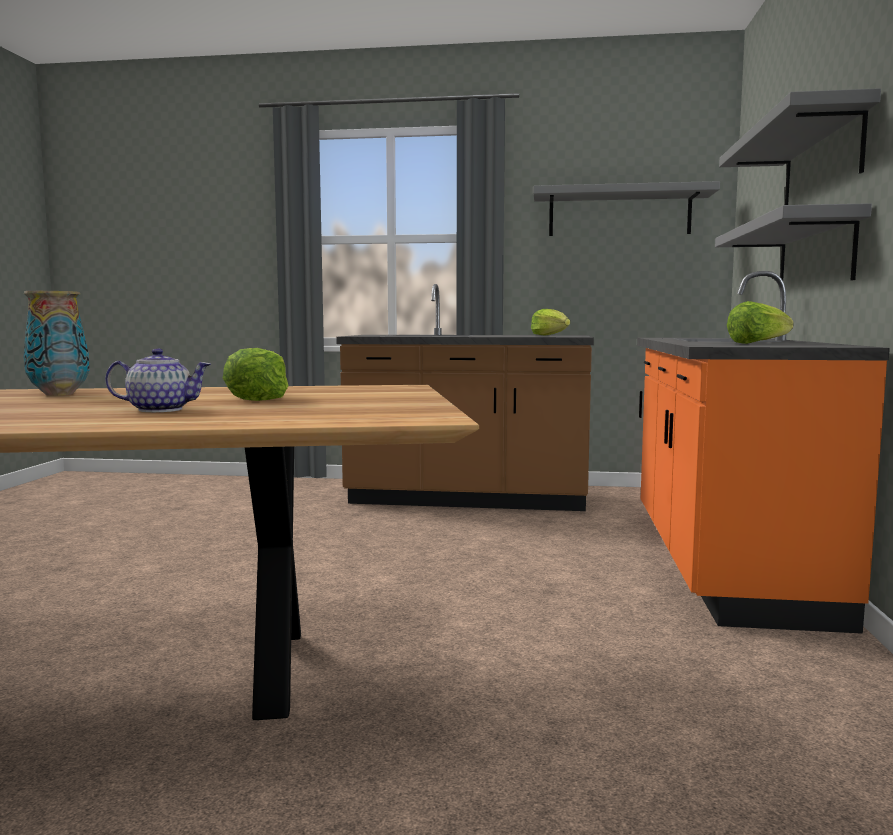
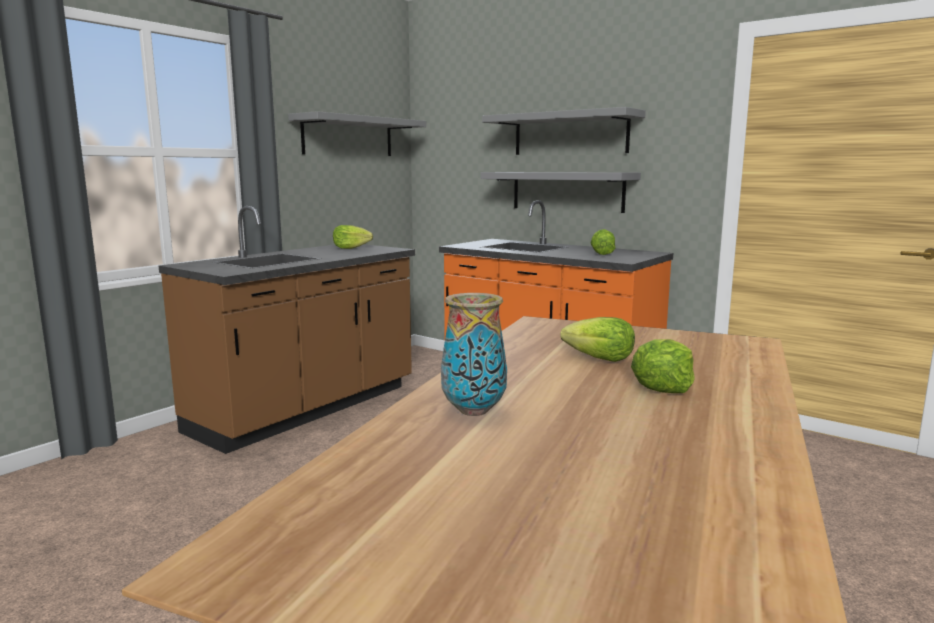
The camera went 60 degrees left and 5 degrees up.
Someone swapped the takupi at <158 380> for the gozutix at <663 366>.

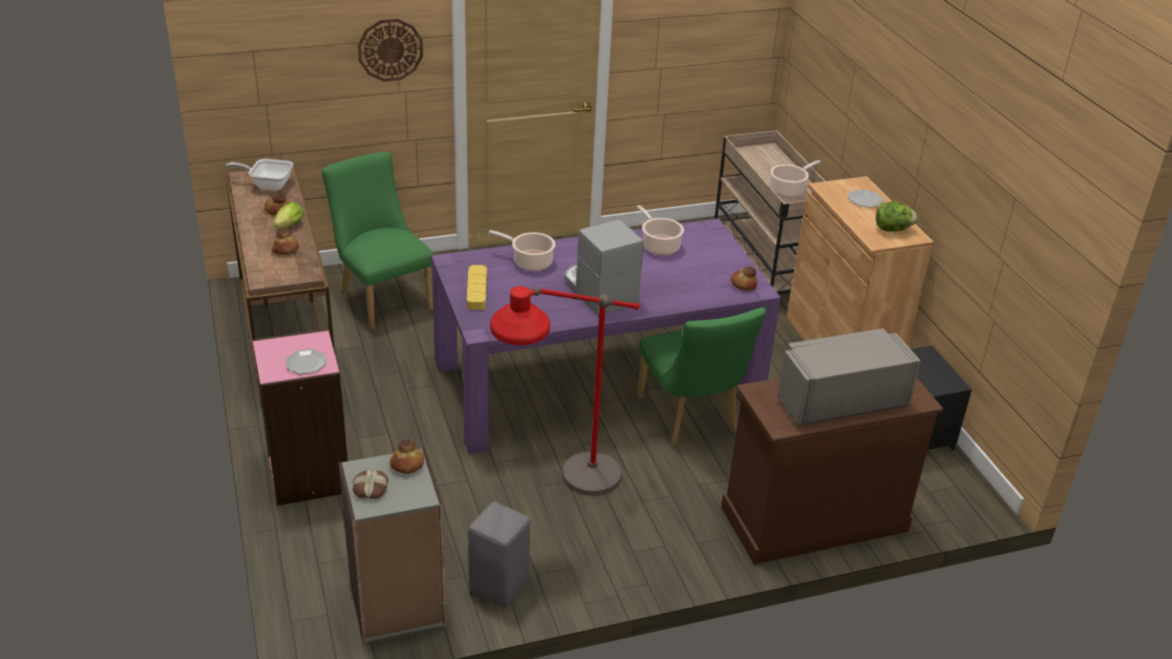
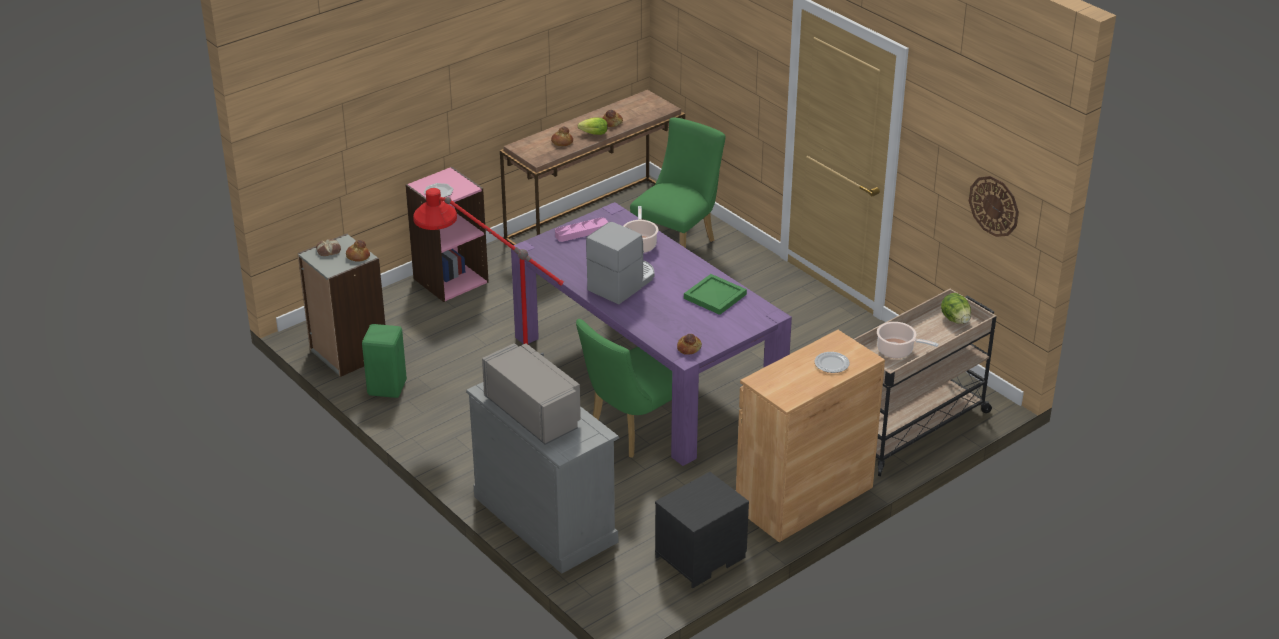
The camera went 70 degrees right and 0 degrees up.
Someone repainted the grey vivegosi at <499 555>, which became the green vivegosi at <384 361>.
Someone repainted the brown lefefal at <832 471>, which became the grey lefefal at <542 478>.
Someone repainted the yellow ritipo at <477 287>, which became the pink ritipo at <581 229>.
Someone swapped the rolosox at <660 230> for the green ritipo at <715 294>.
Someone carried the gozutix from <897 217> to <956 308>.
Someone carried the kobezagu from <390 50> to <994 206>.
Someone took away the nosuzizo at <259 174>.

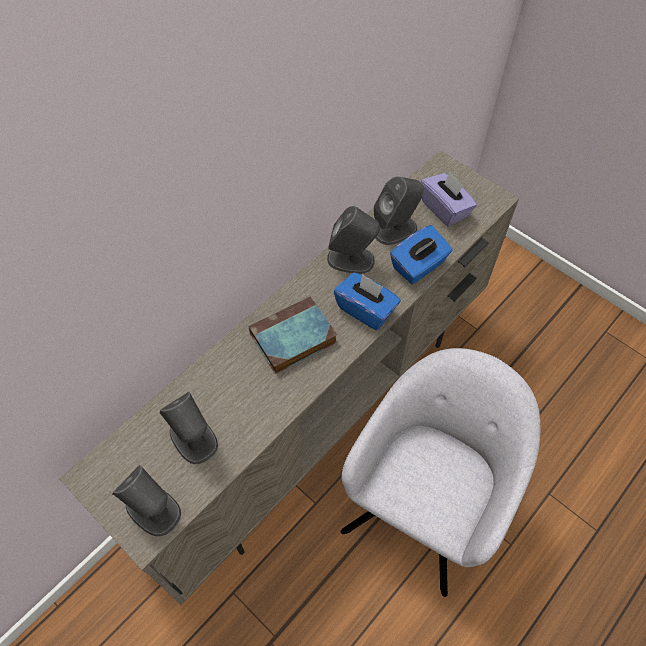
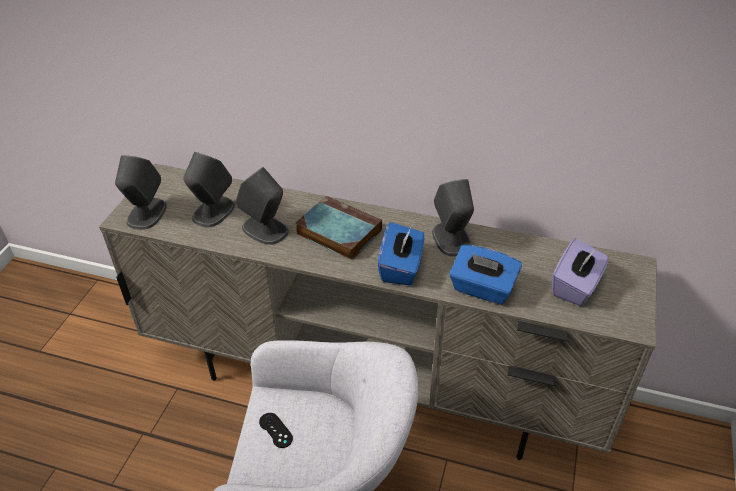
The camera went 65 degrees right and 15 degrees down.
Someone carried the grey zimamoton from <399 210> to <262 206>.
Someone put down the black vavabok at <276 430>.

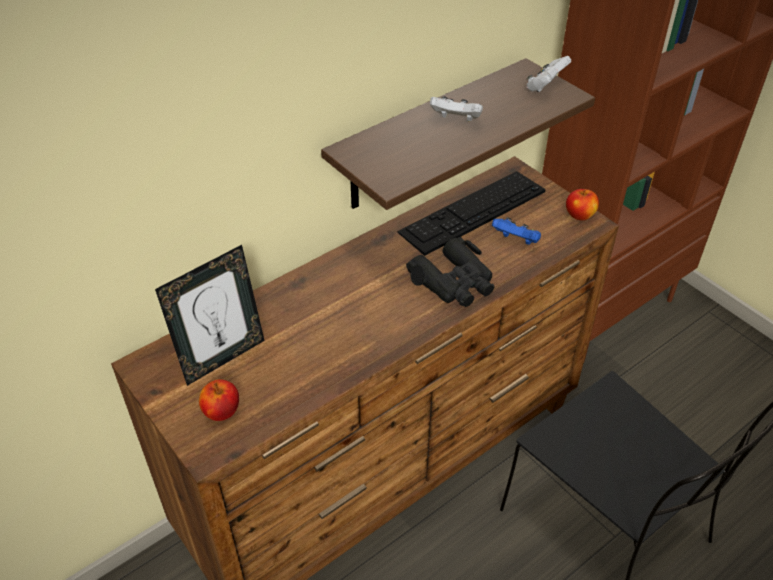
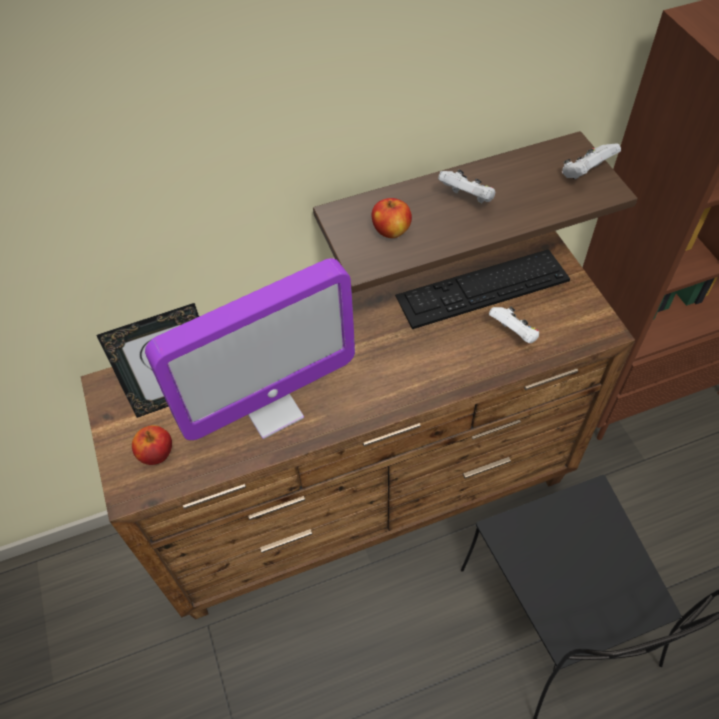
The camera went 20 degrees right and 10 degrees up.
Someone put down the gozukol at <250 349>.
Someone carried the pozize from <582 205> to <391 218>.
Someone repainted the blue vavabok at <516 231>, which became the white vavabok at <514 324>.
Someone took away the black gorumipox at <450 272>.

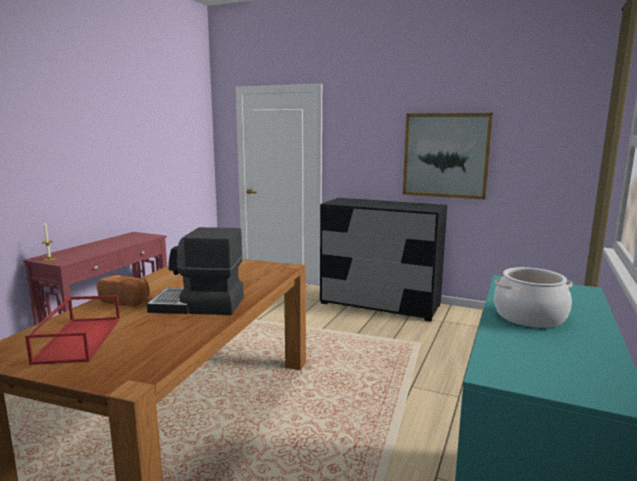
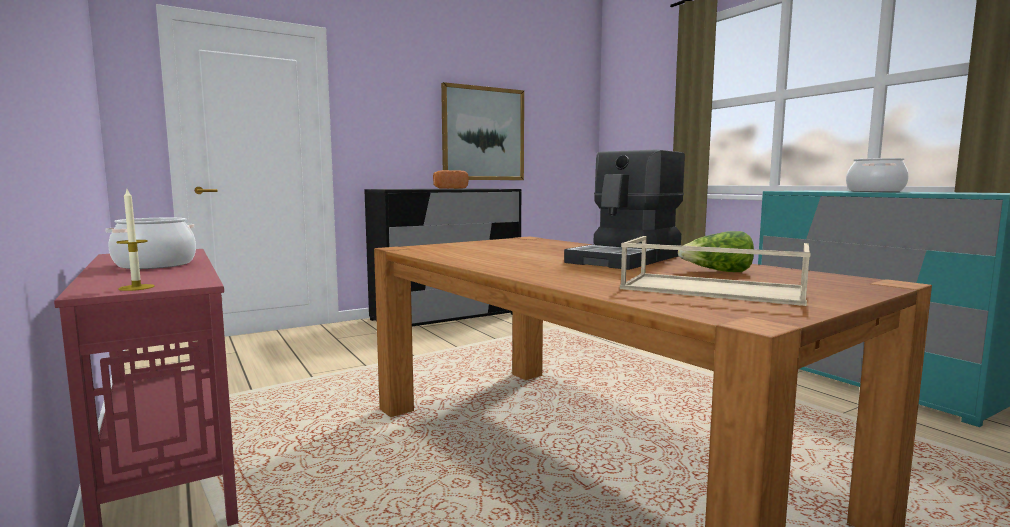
The camera went 55 degrees left and 5 degrees down.
Someone put down the rolosox at <150 243>.
Someone carried the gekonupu from <123 291> to <451 179>.
Someone repainted the red ritipo at <72 330>, which became the beige ritipo at <715 271>.
Someone put down the gozutix at <716 251>.

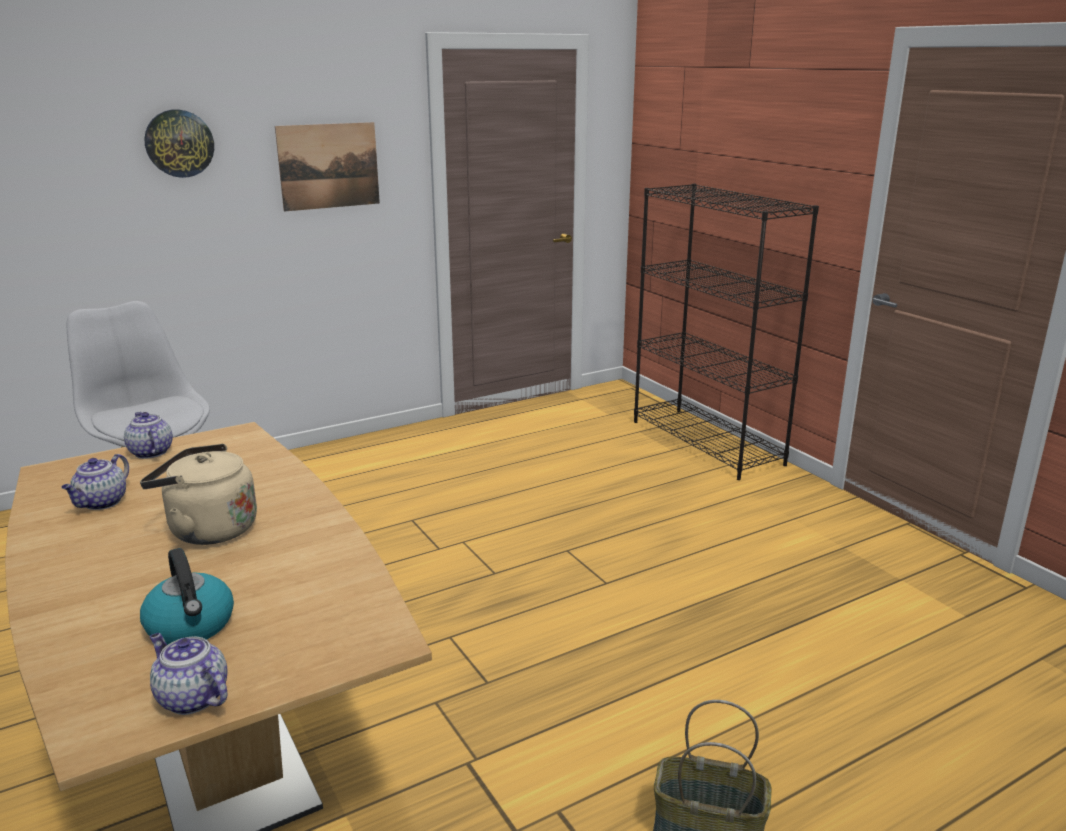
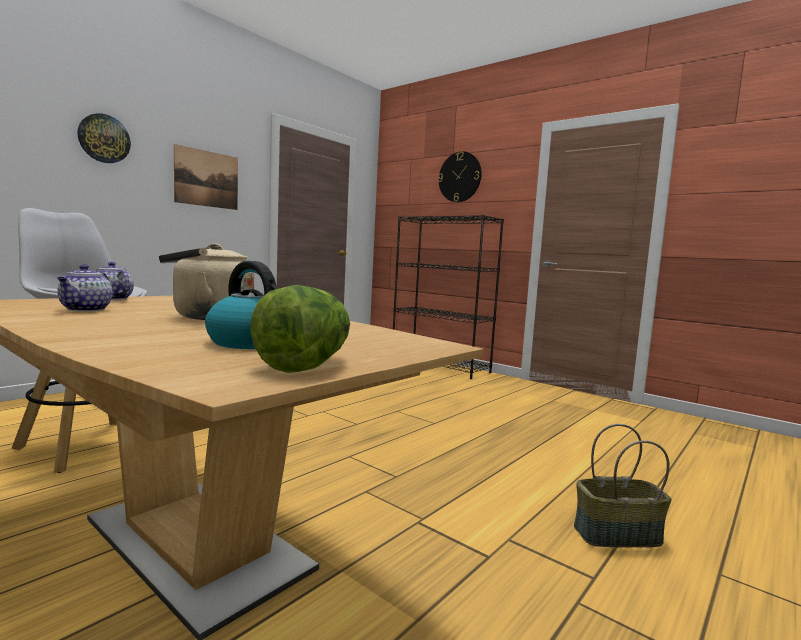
The camera went 20 degrees left and 15 degrees down.
Someone swapped the takupi at <188 674> for the gozutix at <300 329>.
Someone put up the kobezagu at <460 176>.

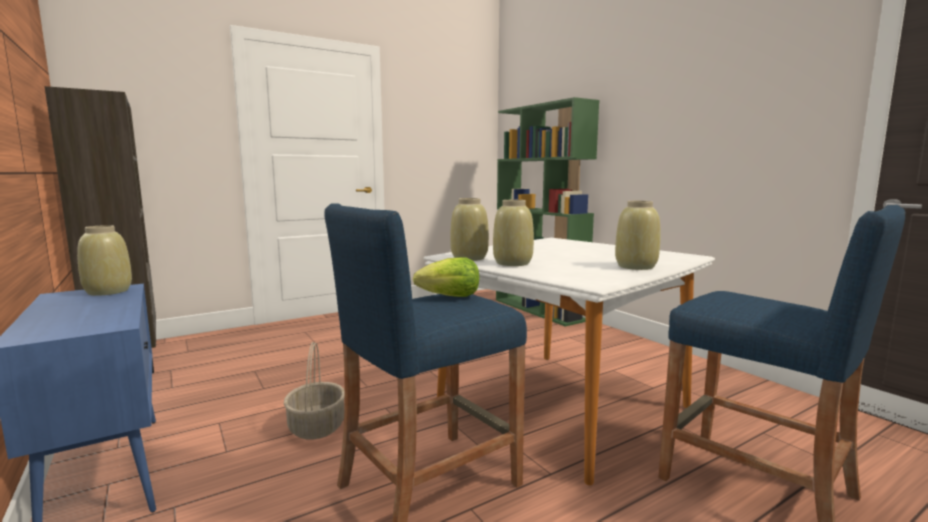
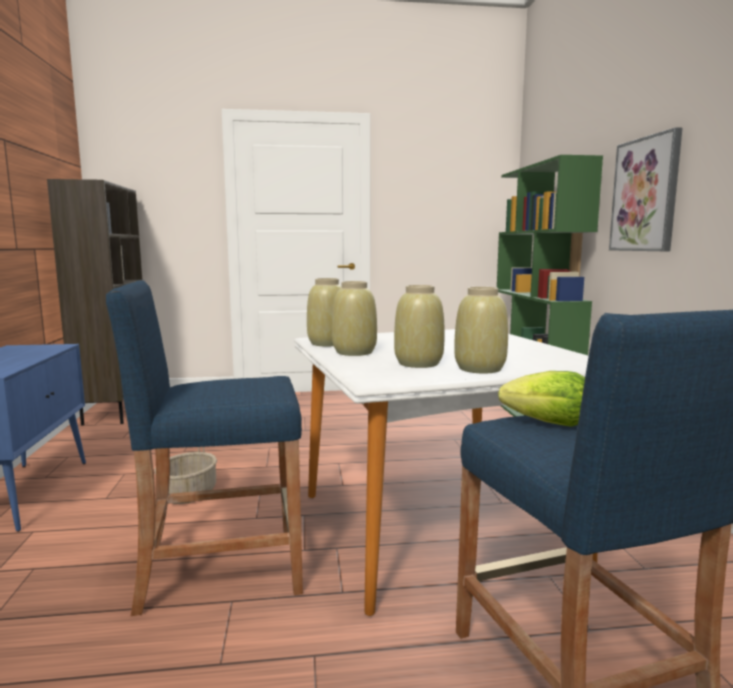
The camera went 25 degrees right and 0 degrees up.
Someone carried the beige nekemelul from <104 260> to <419 326>.
Someone carried the gozutix from <446 277> to <541 399>.
Someone put up the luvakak at <646 189>.

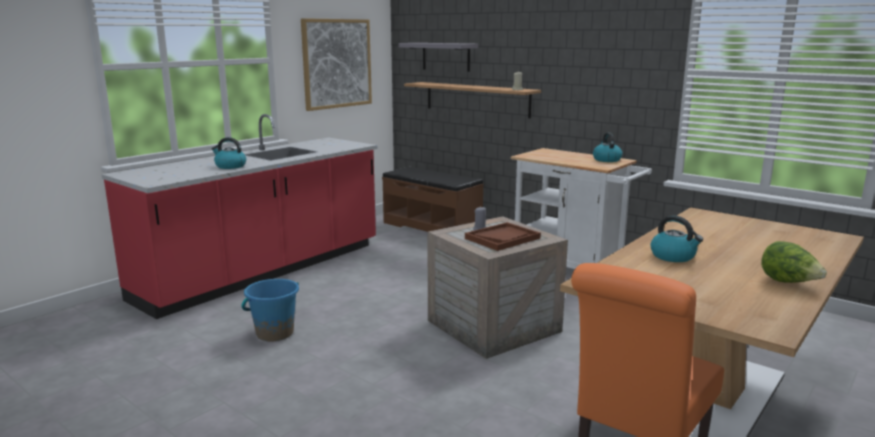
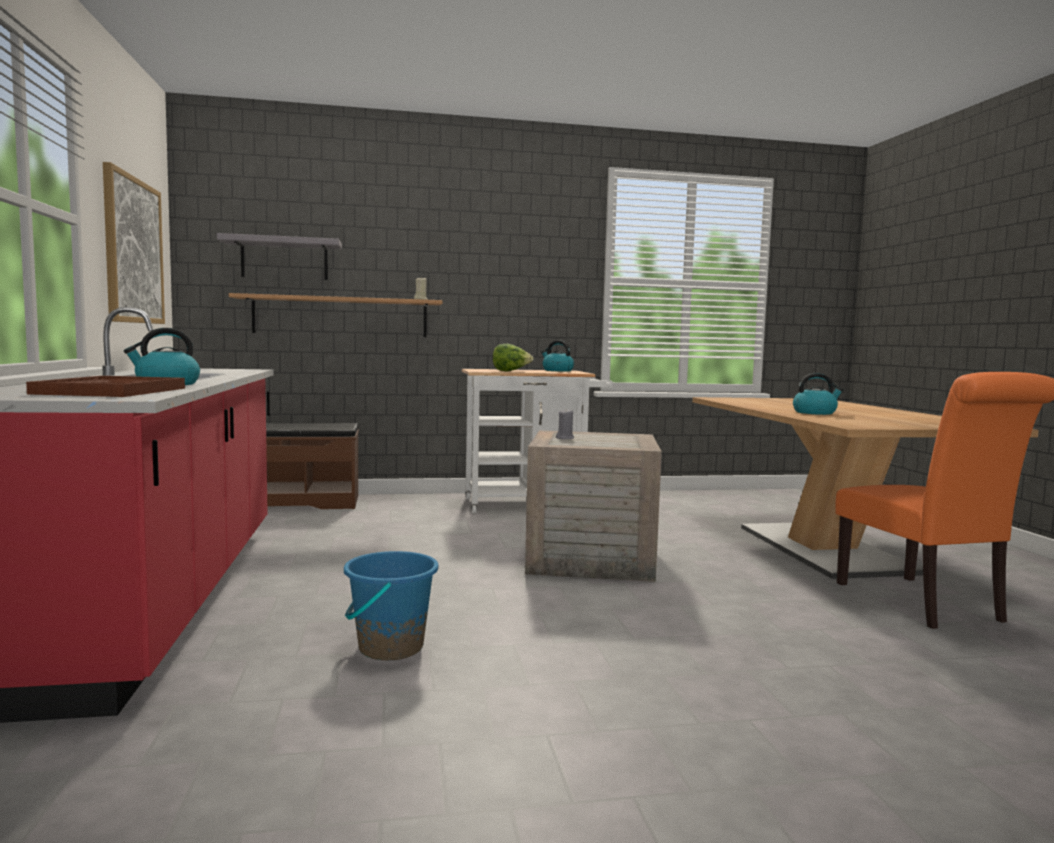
The camera went 50 degrees left and 10 degrees down.
Someone carried the brown ritipo from <503 236> to <105 386>.
Someone carried the gozutix from <794 262> to <513 357>.

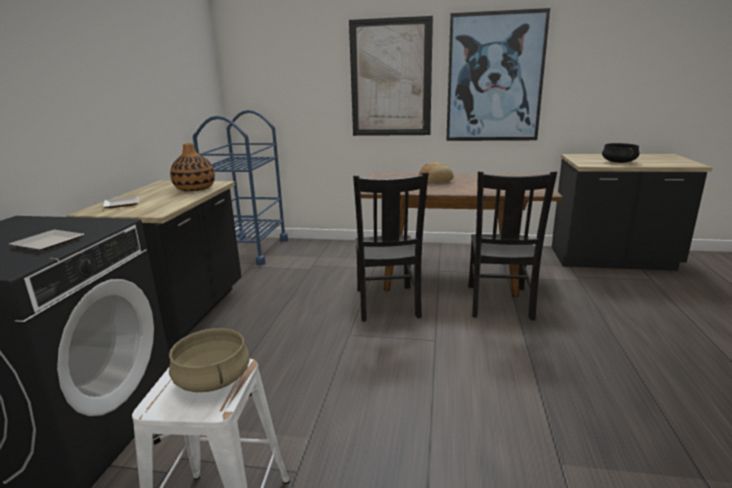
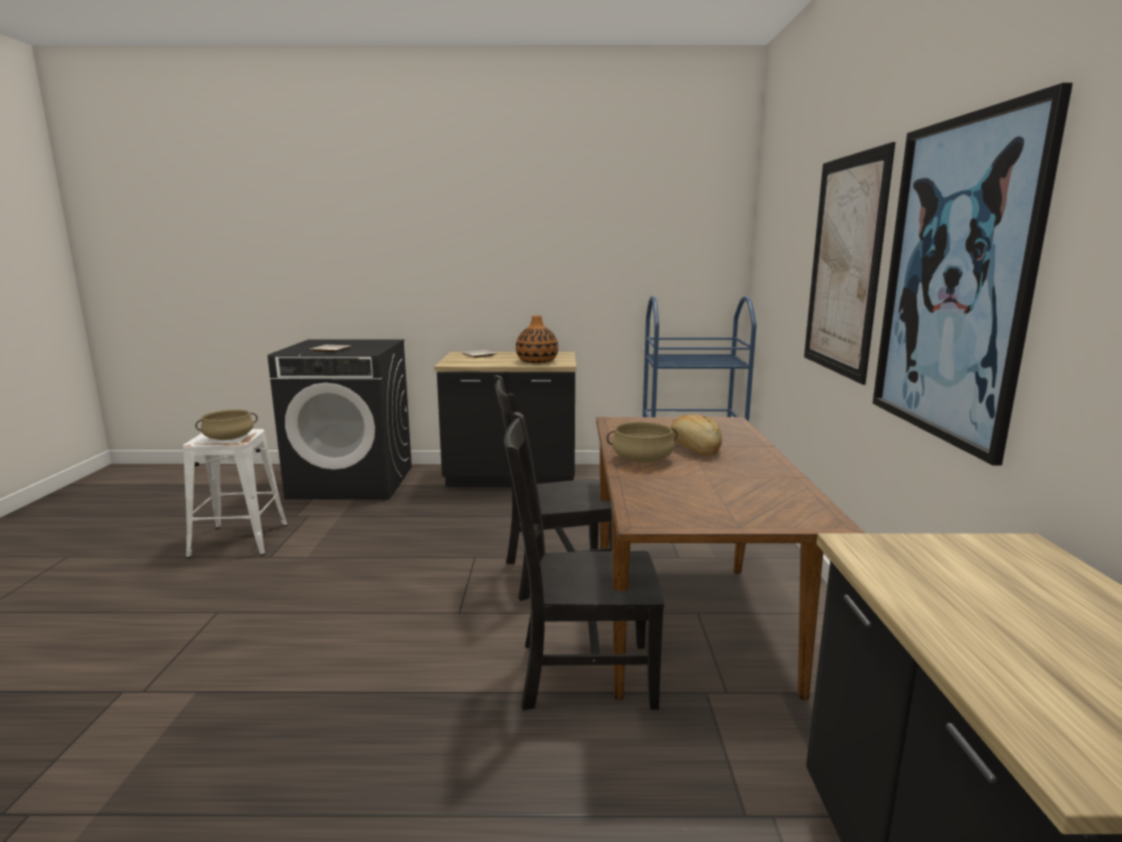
The camera went 80 degrees right and 5 degrees down.
Someone put down the beige rolosox at <642 442>.
Someone took away the black rolosox at <620 153>.

